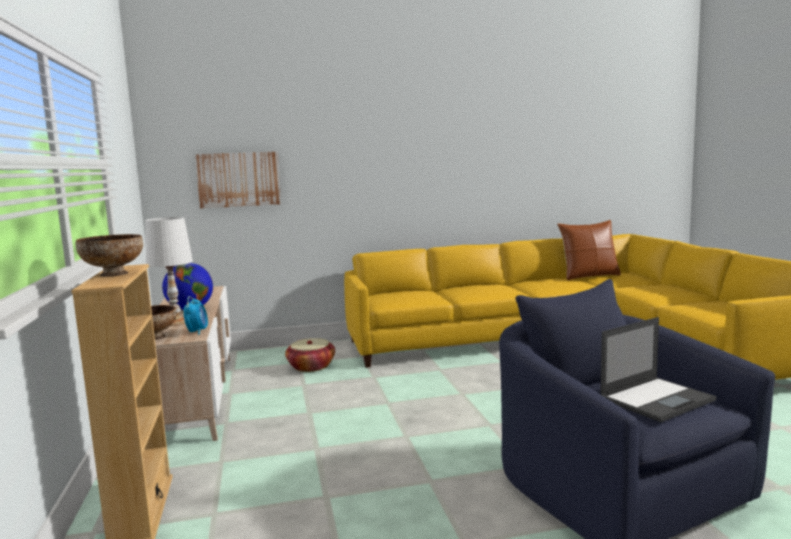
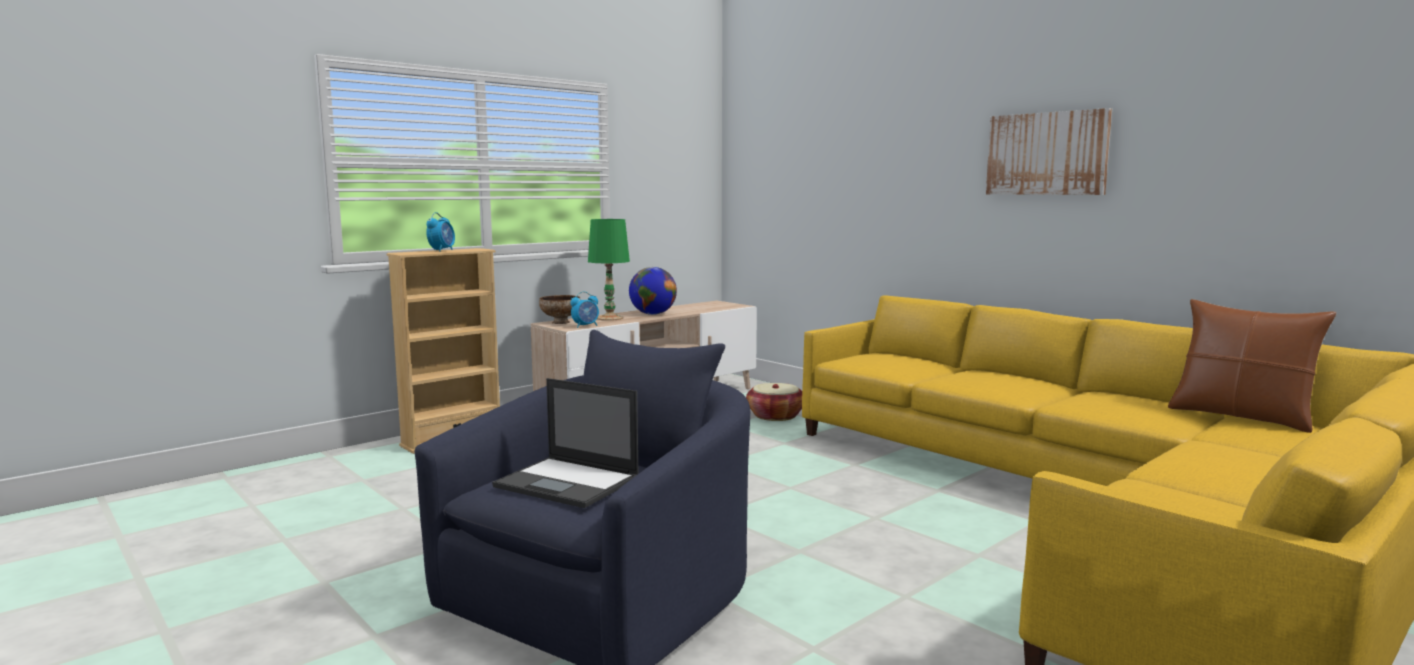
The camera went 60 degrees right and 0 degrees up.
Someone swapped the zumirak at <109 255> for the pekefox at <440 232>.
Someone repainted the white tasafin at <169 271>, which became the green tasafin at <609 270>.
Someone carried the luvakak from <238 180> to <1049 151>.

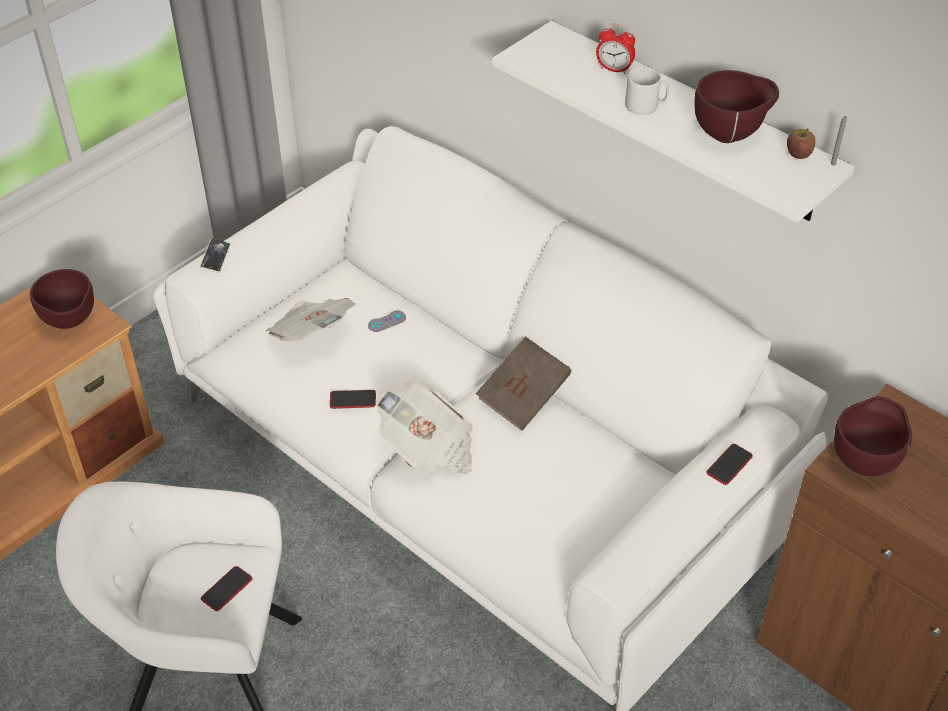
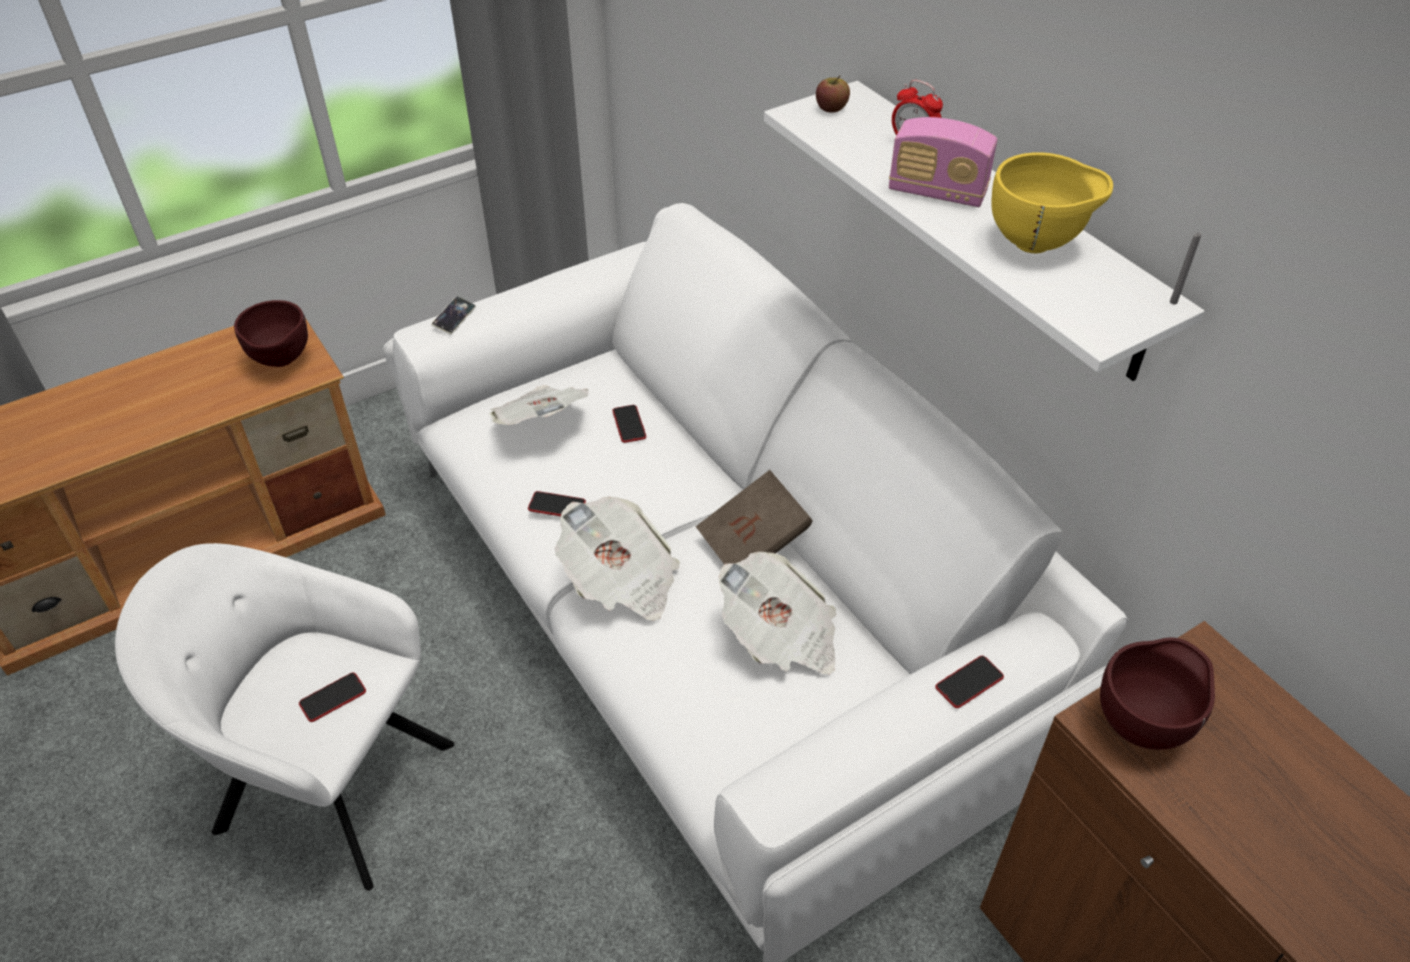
The camera went 15 degrees right and 0 degrees up.
Someone swapped the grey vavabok at <387 321> for the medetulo at <629 424>.
Someone put down the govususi at <777 613>.
Someone carried the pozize from <801 144> to <833 94>.
Someone swapped the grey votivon at <647 91> for the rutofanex at <943 162>.
Someone repainted the brown zumirak at <737 106>, which became the yellow zumirak at <1052 202>.

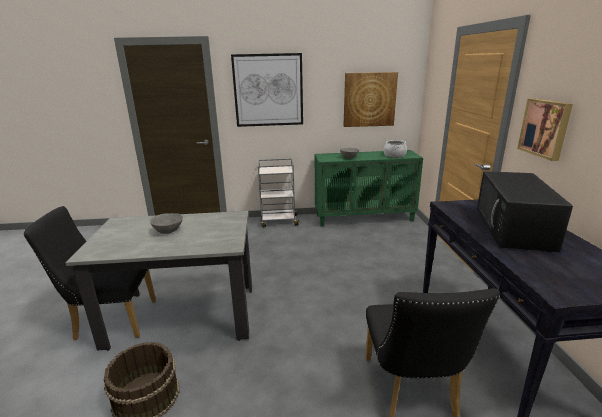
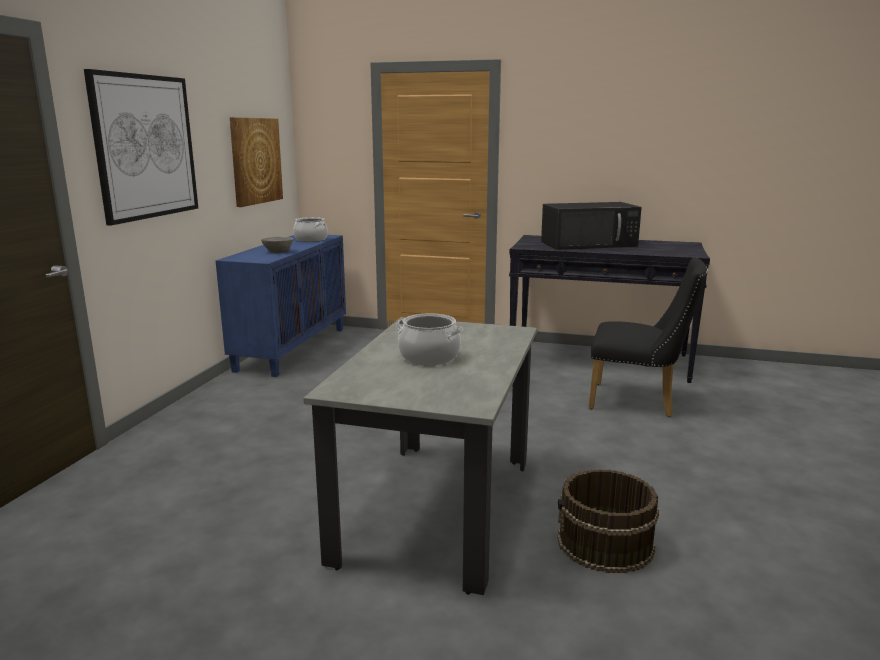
The camera went 70 degrees left and 5 degrees down.
Someone repainted the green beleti at <369 188>, which became the blue beleti at <281 306>.
Someone swapped the grey zumirak at <166 223> for the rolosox at <429 339>.
Someone rotated the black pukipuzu at <525 211> by 45 degrees counterclockwise.
Someone took away the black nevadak at <90 273>.
Someone took away the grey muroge at <279 192>.
Someone took away the luvakak at <545 129>.

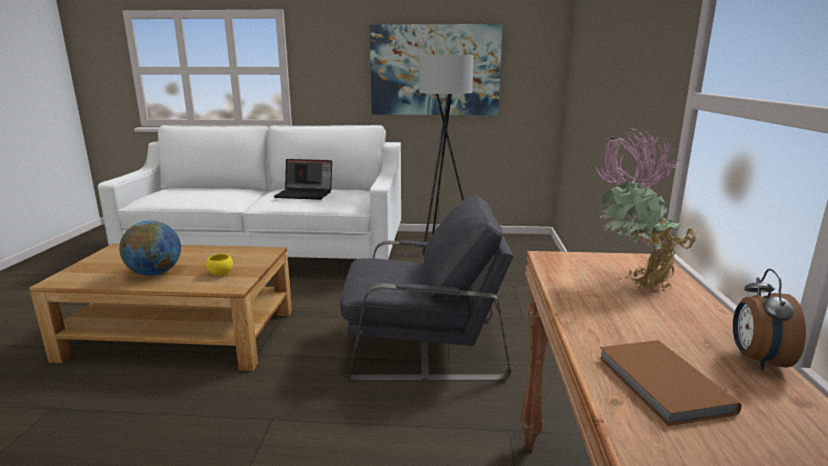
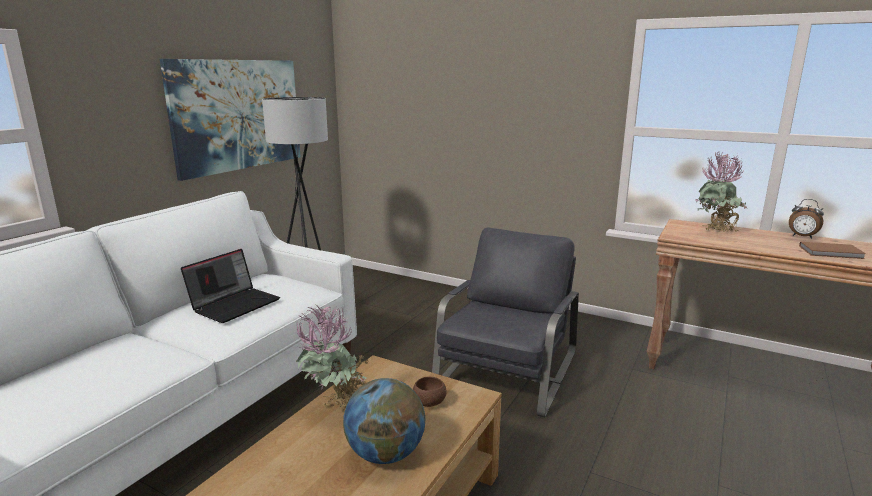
The camera went 65 degrees left and 0 degrees up.
Someone put down the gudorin at <332 359>.
Someone repainted the yellow zumirak at <219 265>, which became the brown zumirak at <430 392>.

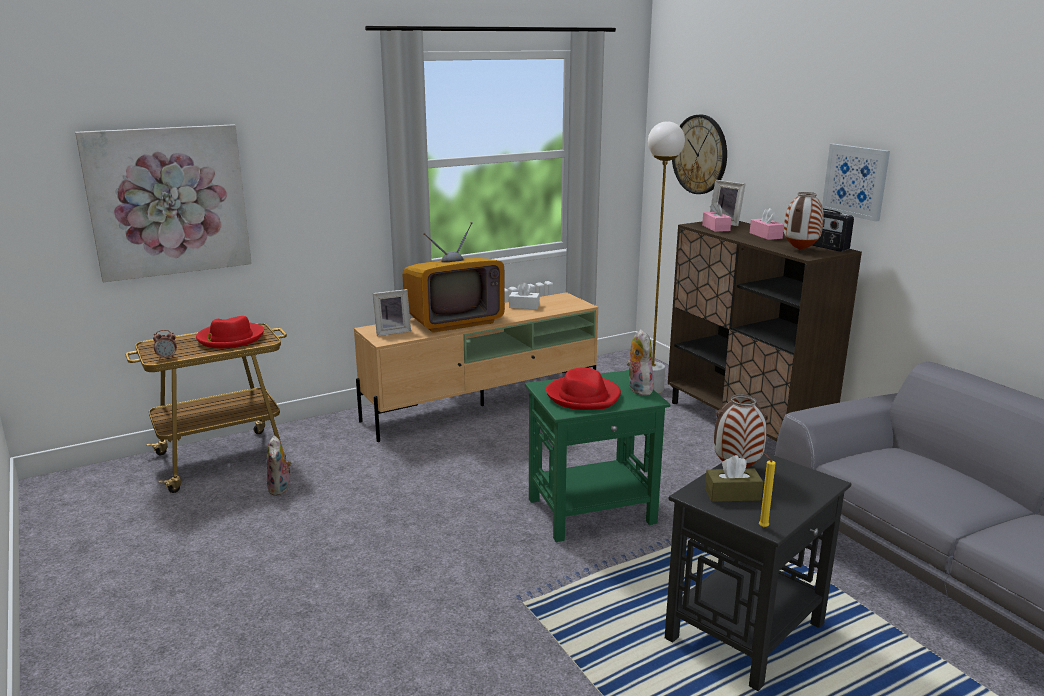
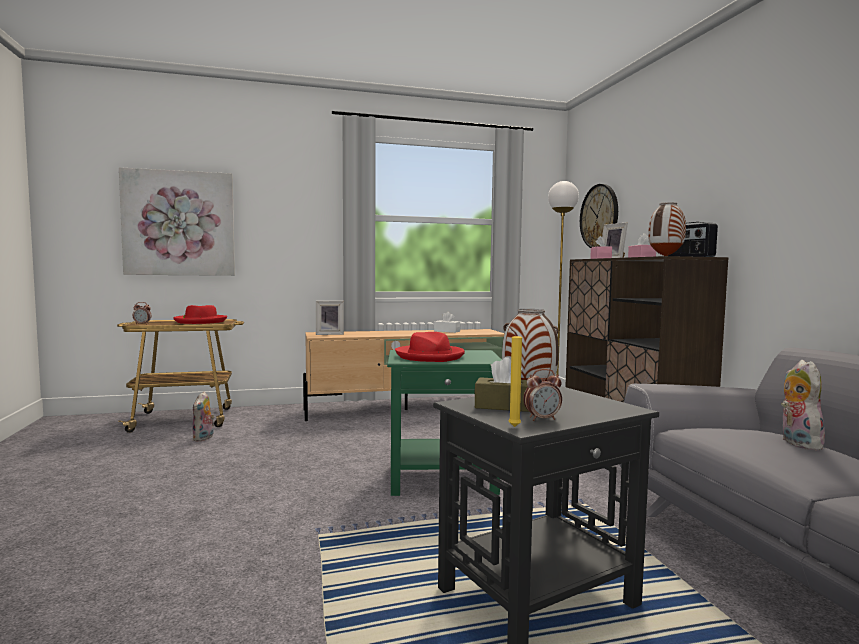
The camera went 15 degrees right and 15 degrees down.
Someone put down the pekefox at <542 395>.
Someone carried the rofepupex from <640 362> to <804 405>.
Someone took away the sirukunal at <453 277>.
Someone took away the luvakak at <856 182>.

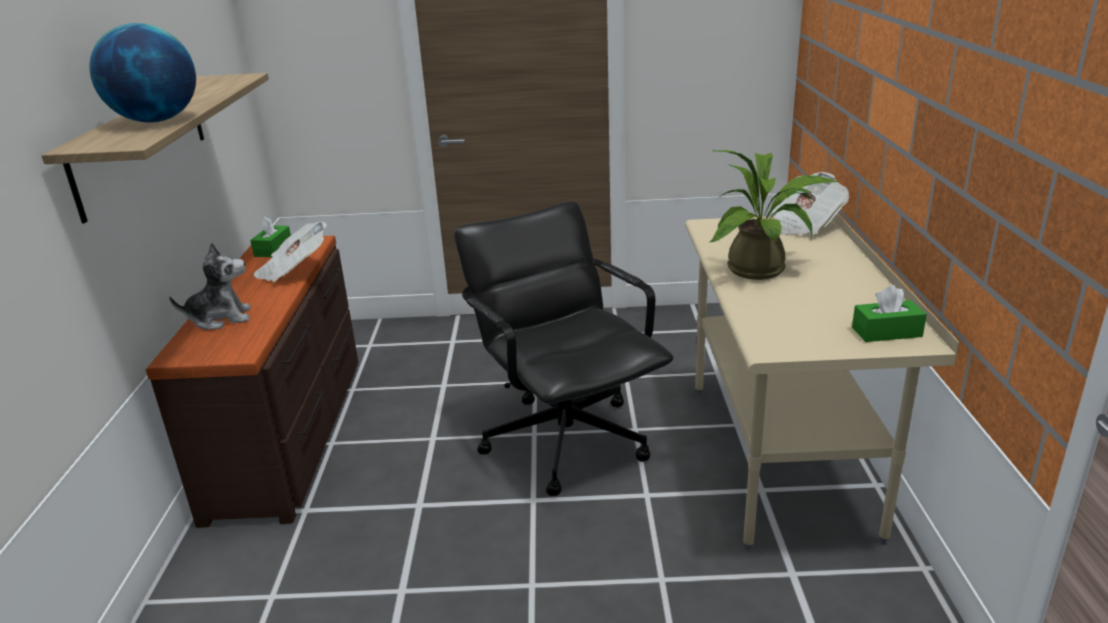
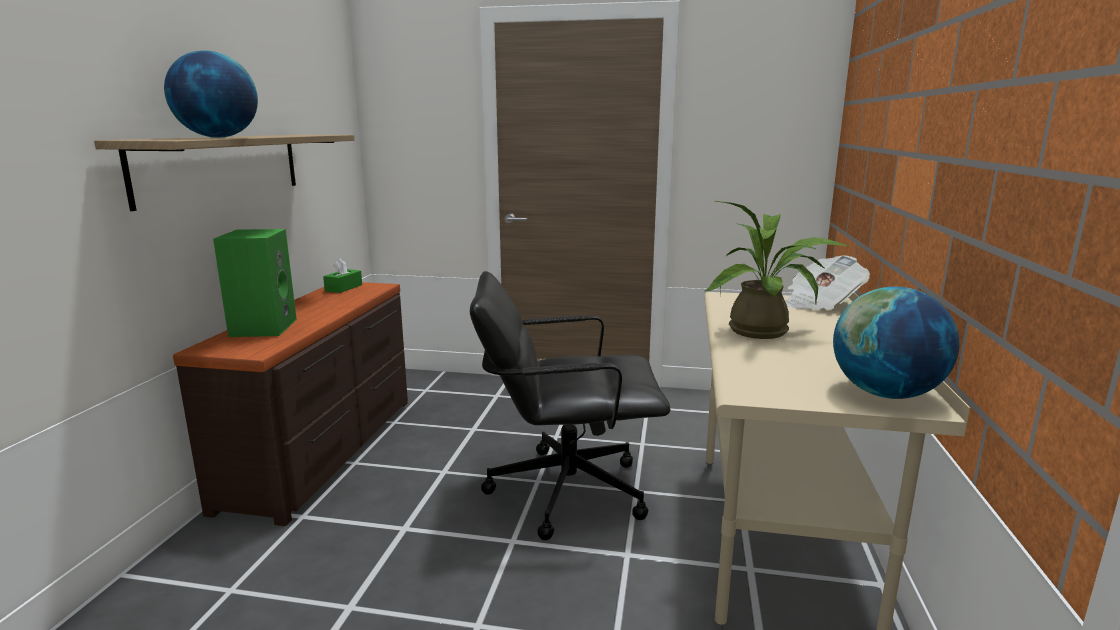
The camera went 10 degrees right and 10 degrees down.
Someone swapped the rofepupex at <210 285> for the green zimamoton at <255 283>.
Someone rotated the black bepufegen at <564 348> by 75 degrees counterclockwise.
Someone swapped the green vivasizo at <889 313> for the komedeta at <896 343>.
Someone took away the govususi at <290 251>.

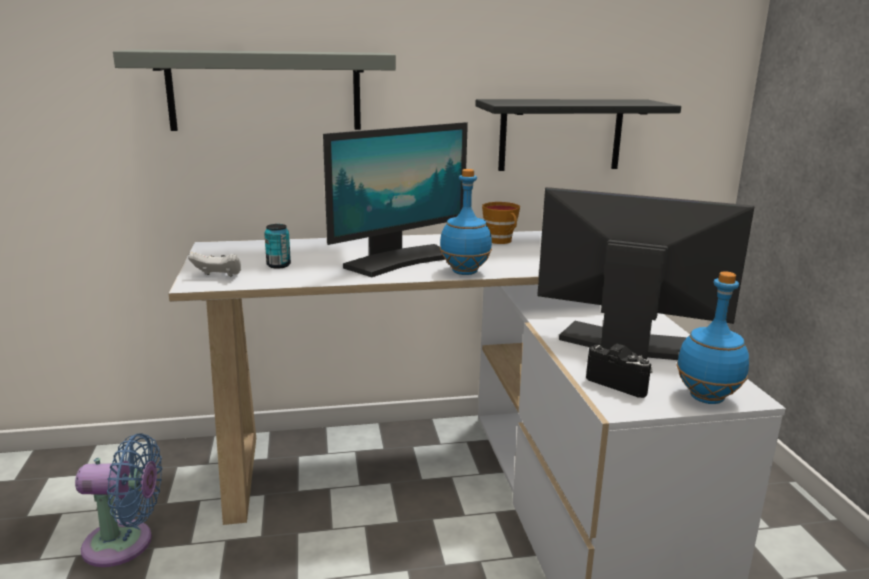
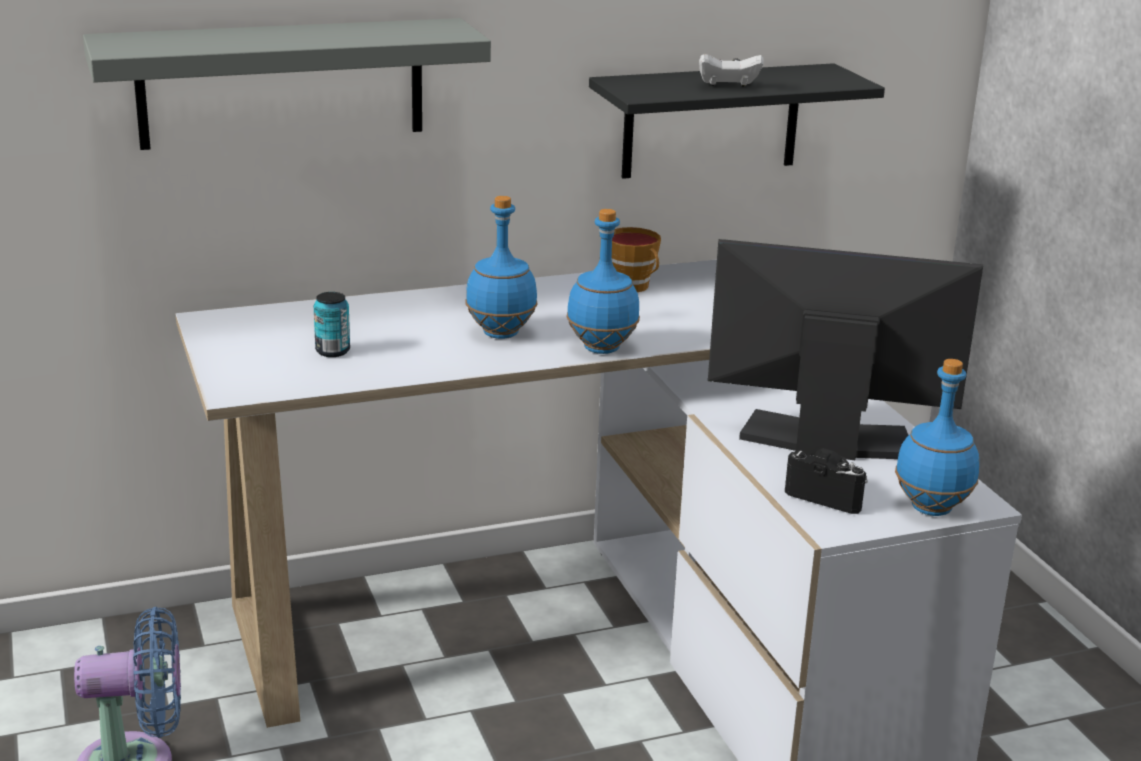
The camera went 10 degrees left and 5 degrees up.
Someone swapped the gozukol at <395 199> for the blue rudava at <502 267>.
Someone carried the white vavabok from <214 264> to <731 70>.

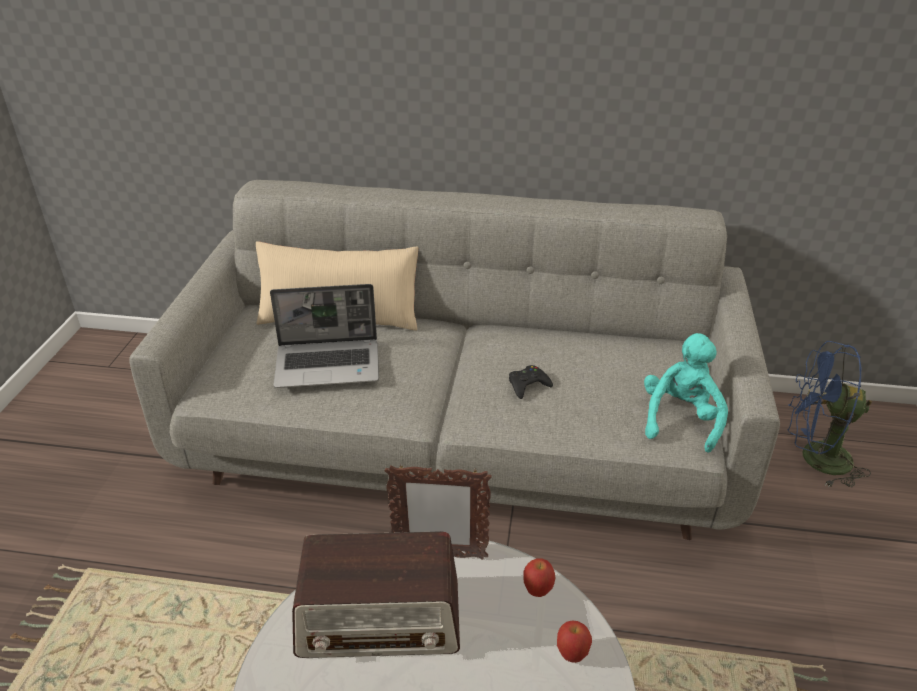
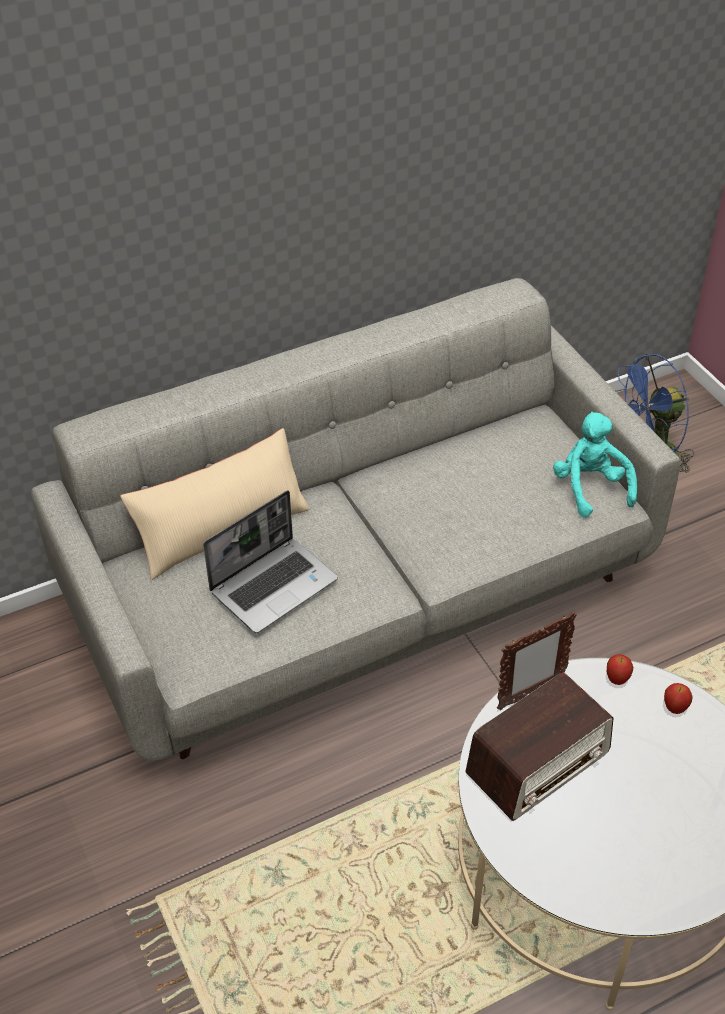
The camera went 35 degrees left and 10 degrees up.
Someone took away the black vavabok at <531 382>.

